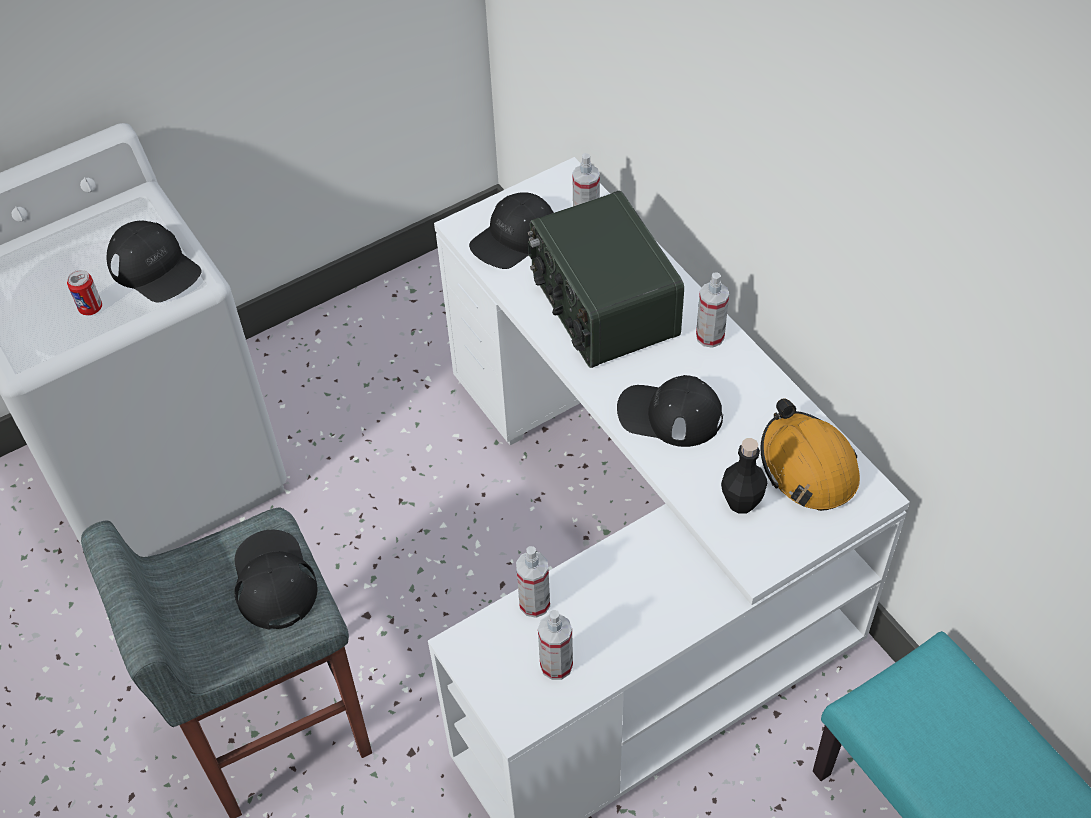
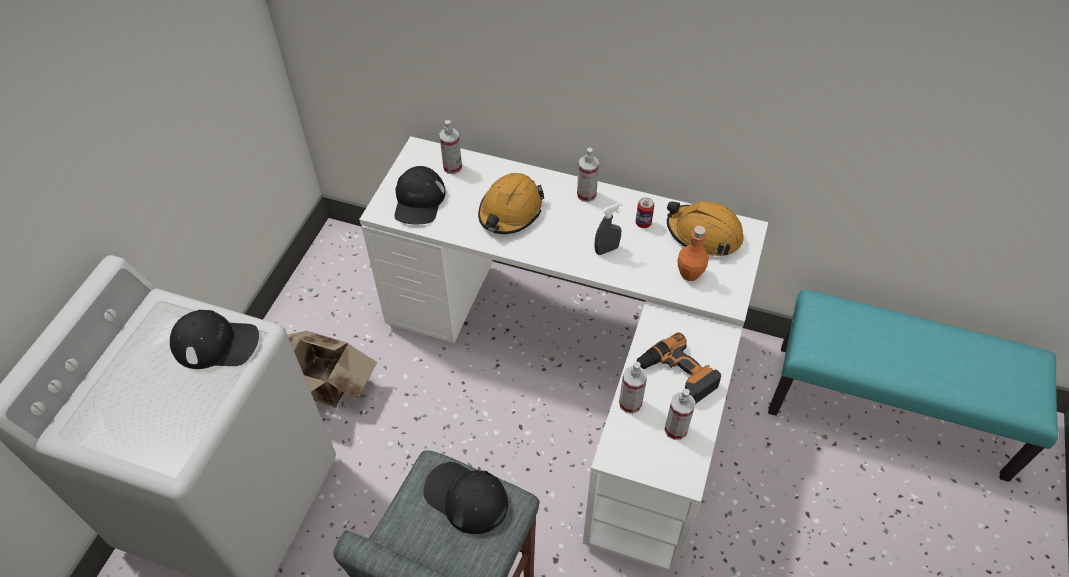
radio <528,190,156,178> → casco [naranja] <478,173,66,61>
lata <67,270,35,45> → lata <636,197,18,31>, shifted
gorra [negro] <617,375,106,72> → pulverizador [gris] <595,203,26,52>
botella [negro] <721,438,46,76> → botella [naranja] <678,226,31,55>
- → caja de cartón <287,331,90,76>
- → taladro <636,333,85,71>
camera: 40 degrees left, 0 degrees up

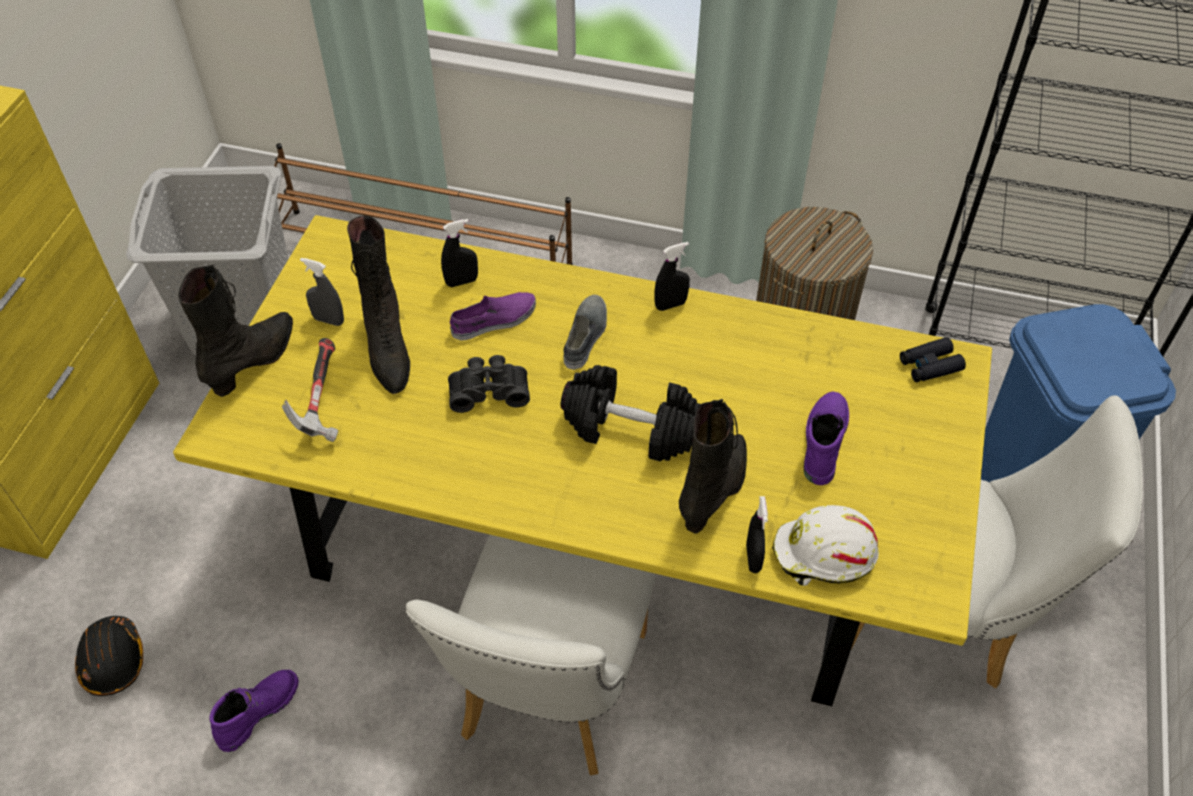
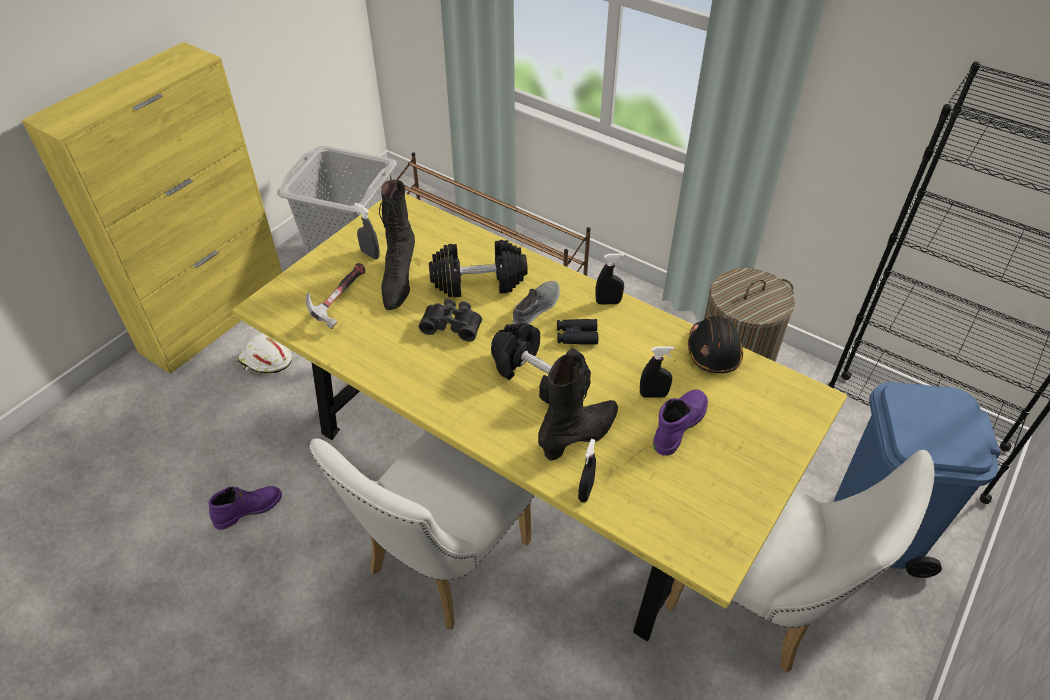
pulverizador [negro] <441,219,37,68> → pulverizador [negro] <640,346,34,52>, shifted
bota [negro] <178,264,115,133> → -
zapato [morado] <450,292,86,49> → mancuerna [negro] <429,240,99,57>
prismáticos [negro] <900,337,66,45> → prismáticos [negro] <557,319,41,26>, shifted
casco [blanco] <772,505,107,81> → casco [blanco] <238,333,54,41>, shifted
casco [negro] <75,616,68,80> → casco [negro] <688,316,55,57>, shifted
camera: 20 degrees right, 5 degrees down

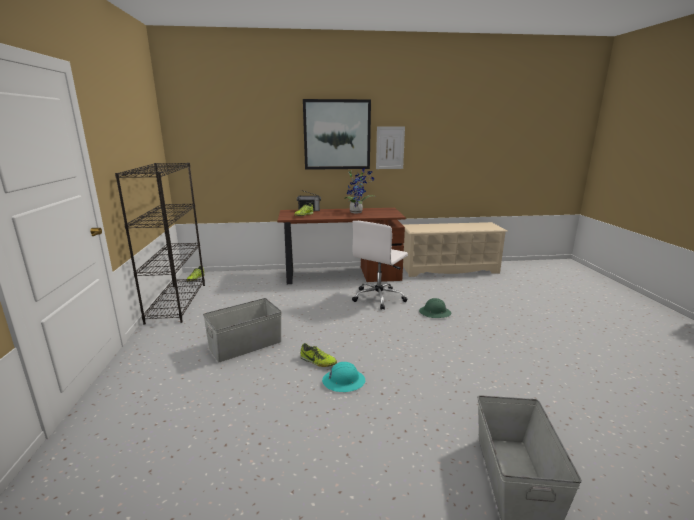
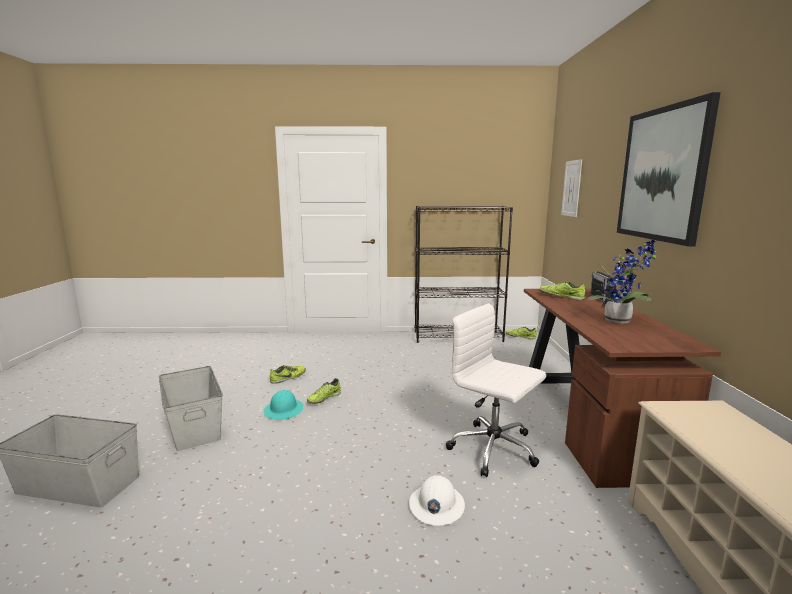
cuadro <376,126,29,43> → cuadro <561,159,21,58>, shifted
caja de almacenaje [gris] <203,298,79,64> → caja de almacenaje [gris] <159,366,64,85>, shifted
casco [verde] <419,298,32,20> → casco [blanco] <409,475,56,51>
- → zapato <270,365,36,19>
camera: 95 degrees right, 5 degrees down

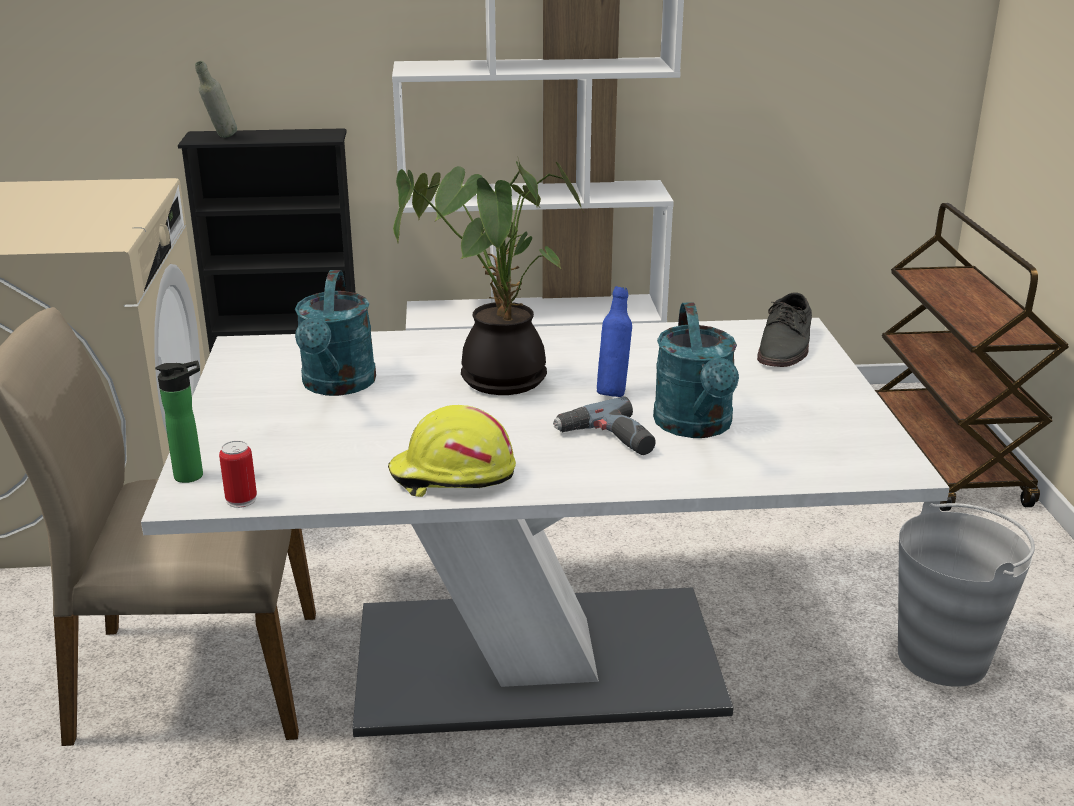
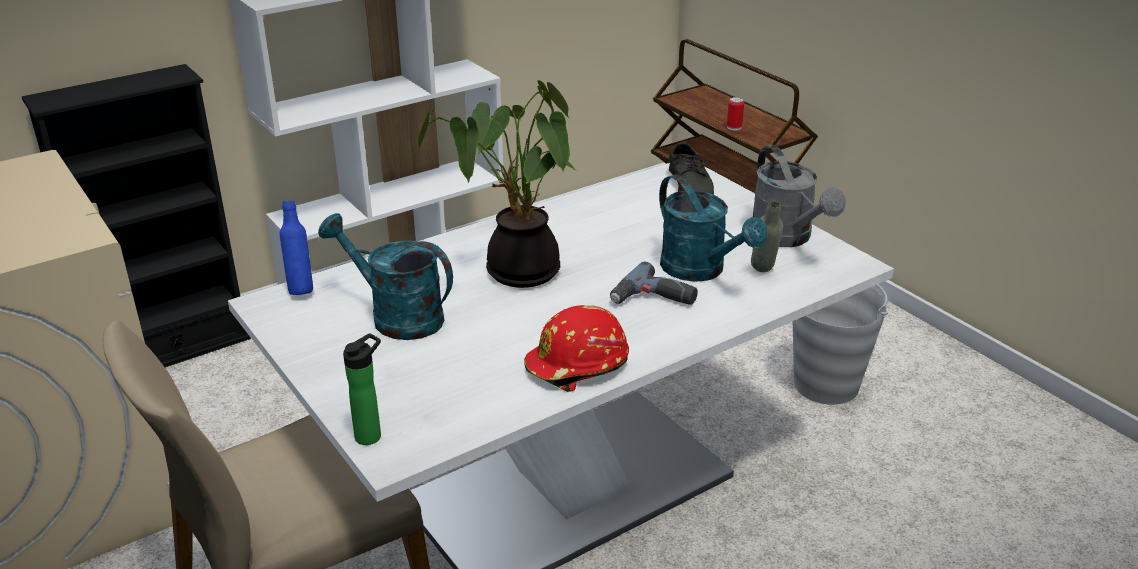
botella [gris] <195,61,42,77> → botella [gris] <751,200,32,72>, shifted
regadera [turquesa] <295,270,81,126> → regadera [turquesa] <318,213,135,127>, 150 degrees clockwise
botella [azul] <597,286,35,111> → botella [azul] <280,200,33,95>, shifted
casco [amarillo] <388,405,128,92> → casco [rojo] <524,305,105,87>
lata <219,441,38,67> → lata <727,97,17,33>, shifted
- → regadera [gris] <753,145,93,102>
camera: 30 degrees left, 5 degrees up

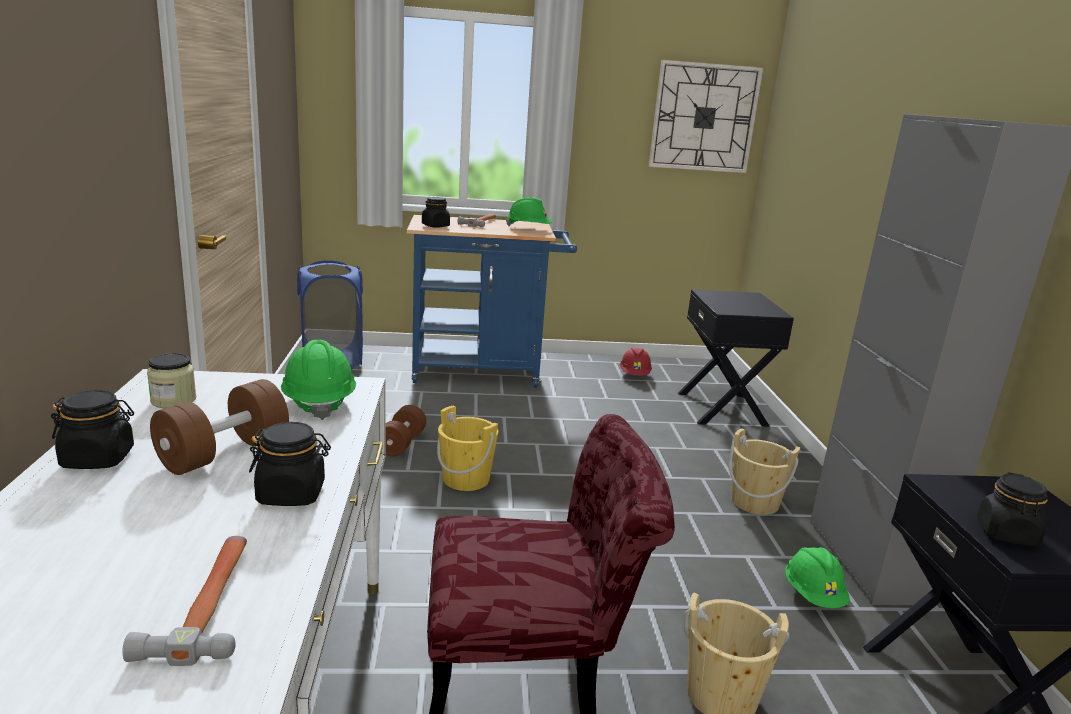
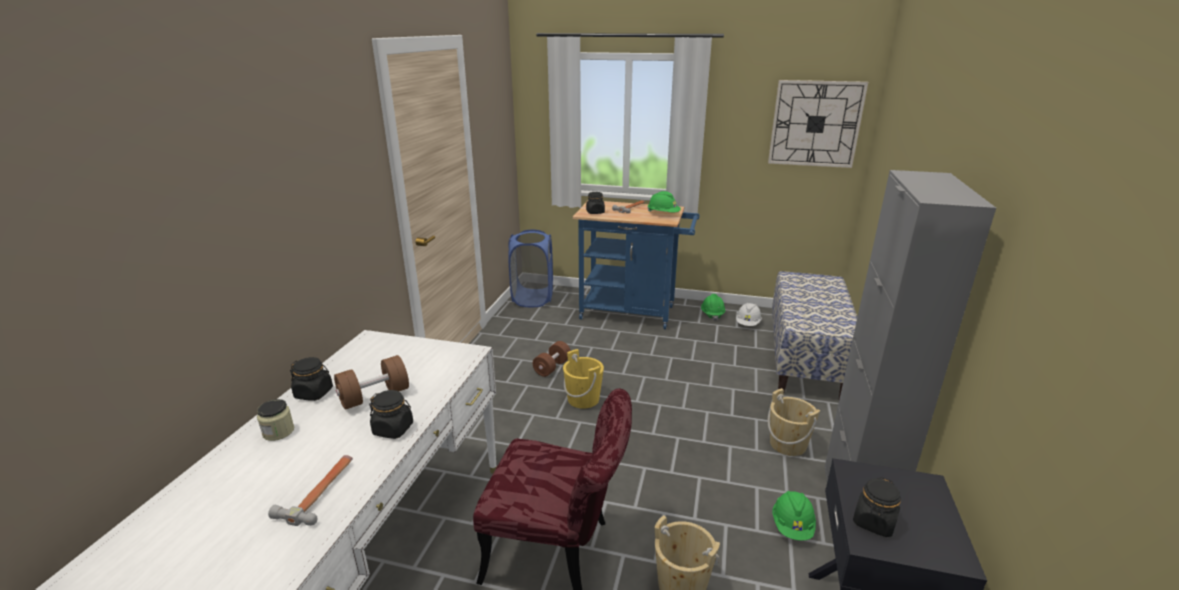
mesita de noche [negro] <678,289,116,138> → banco <772,271,85,128>
casco [verde] <281,340,75,80> → casco [verde] <701,294,25,27>, shifted
casco [rojo] <620,347,32,29> → casco [blanco] <736,303,26,23>
tarro <147,353,49,55> → tarro <257,399,37,42>, shifted
camera: 20 degrees right, 5 degrees up

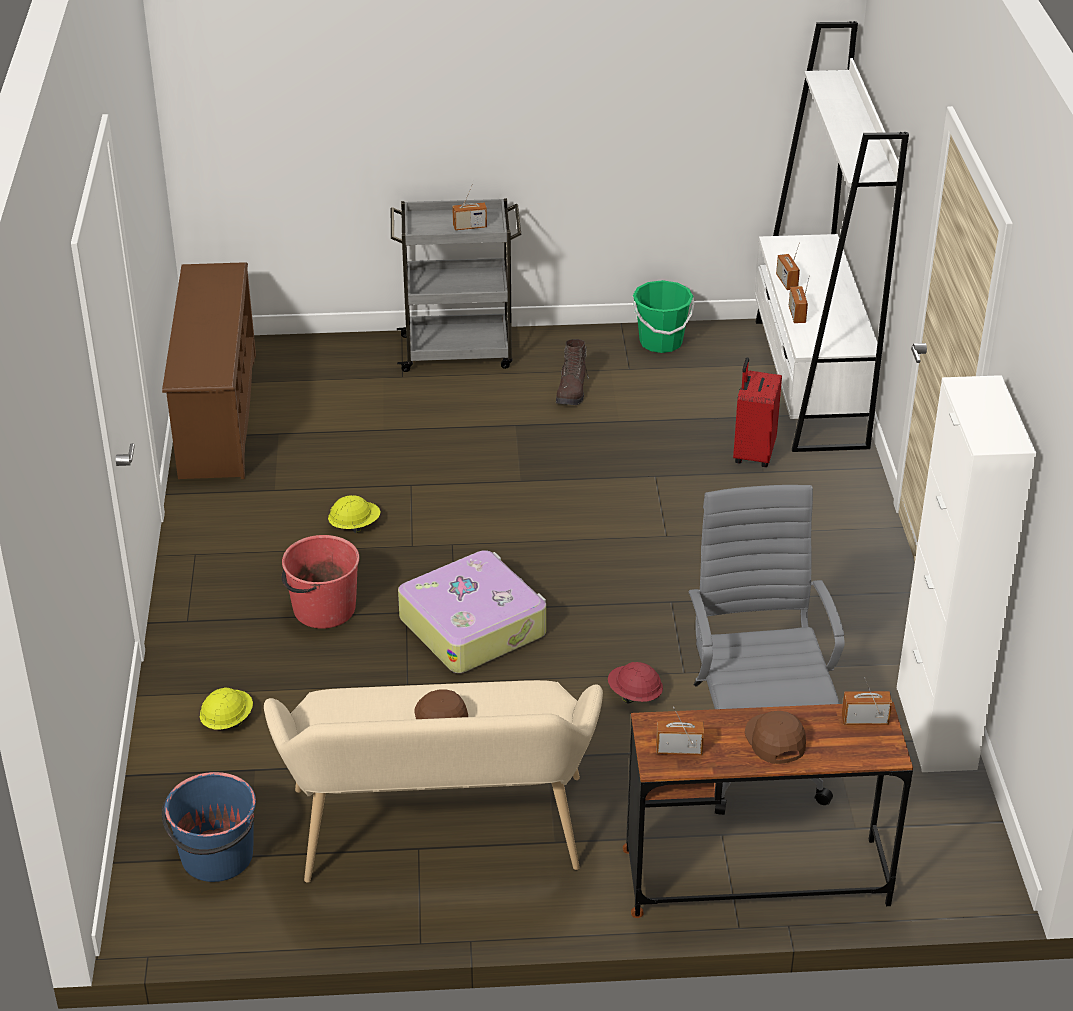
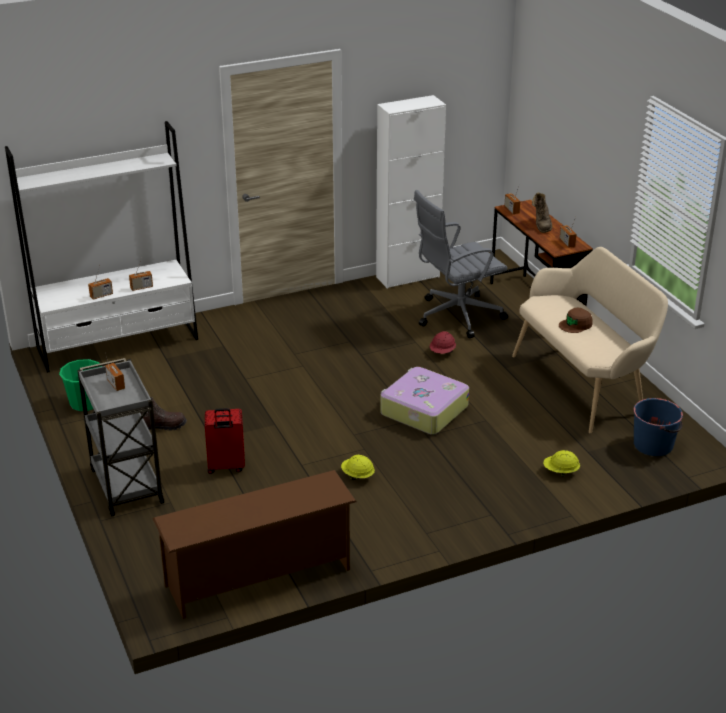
maleta [rojo] <733,358,49,109> → maleta [rojo] <205,408,40,66>, shifted
cubo [rojo] <282,535,77,94> → -
gorra [marrón] <745,711,61,53> → bota [marrón] <532,192,20,41>
camera: 110 degrees left, 5 degrees down

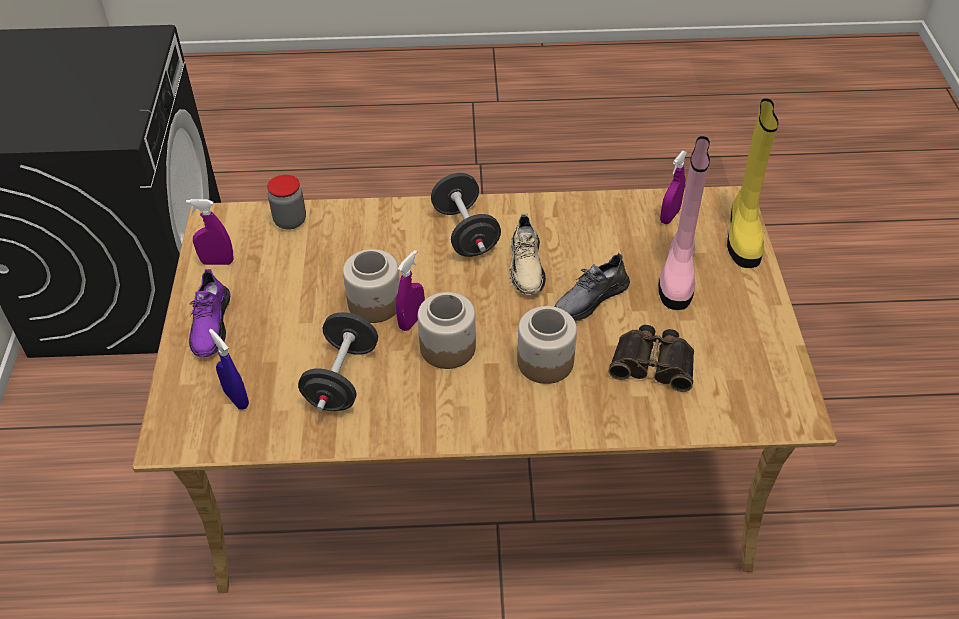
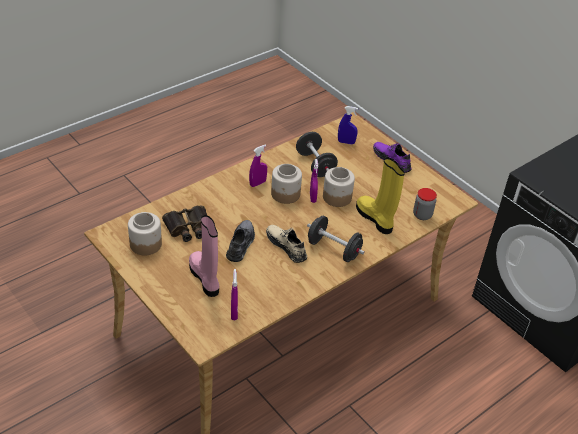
bota [amarillo] <727,98,52,170> → bota [amarillo] <356,158,49,76>, shifted
pulverizador [morado] <186,199,48,66> → pulverizador [morado] <249,144,18,43>, shifted
tarro <517,306,60,78> → tarro <128,212,34,43>, shifted
camera: 140 degrees right, 5 degrees down

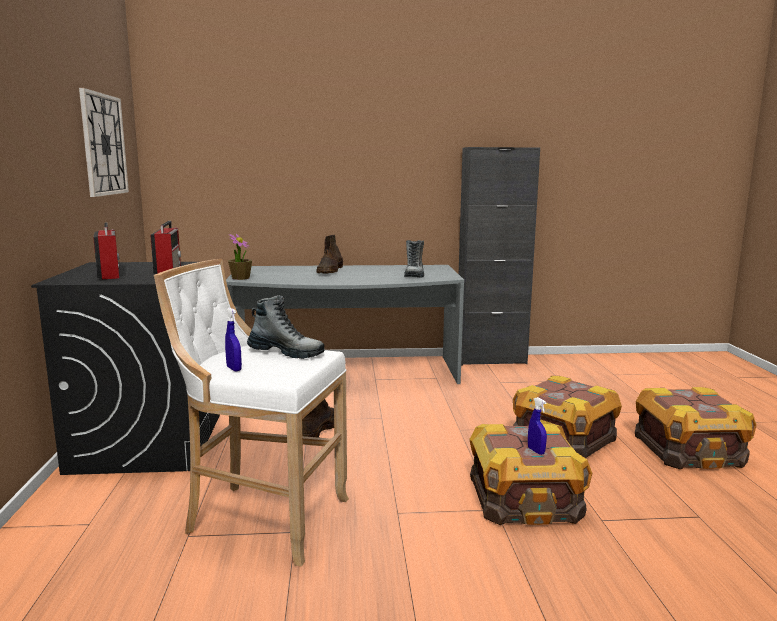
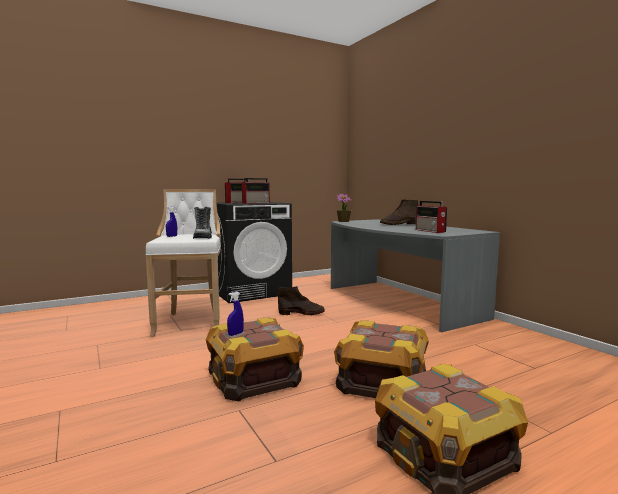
reloj de pared <79,88,50,109> → -
armario [negro] <459,147,81,218> → -
bota <404,240,20,38> → radio <416,201,31,32>
camera: 65 degrees right, 5 degrees down

